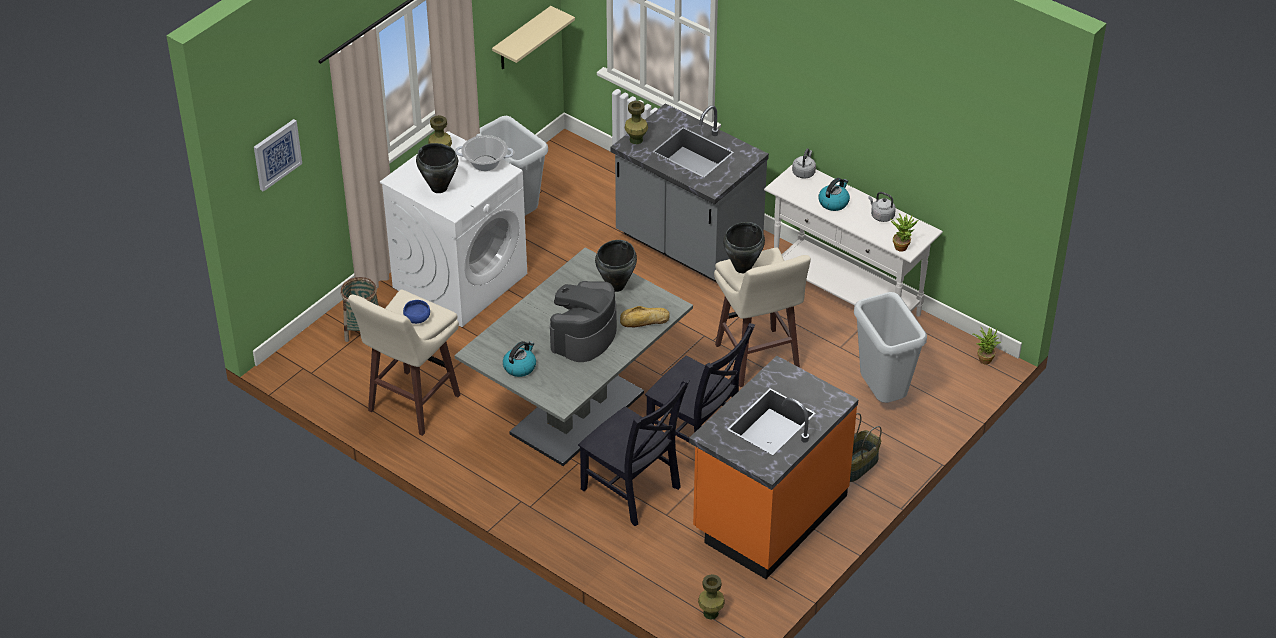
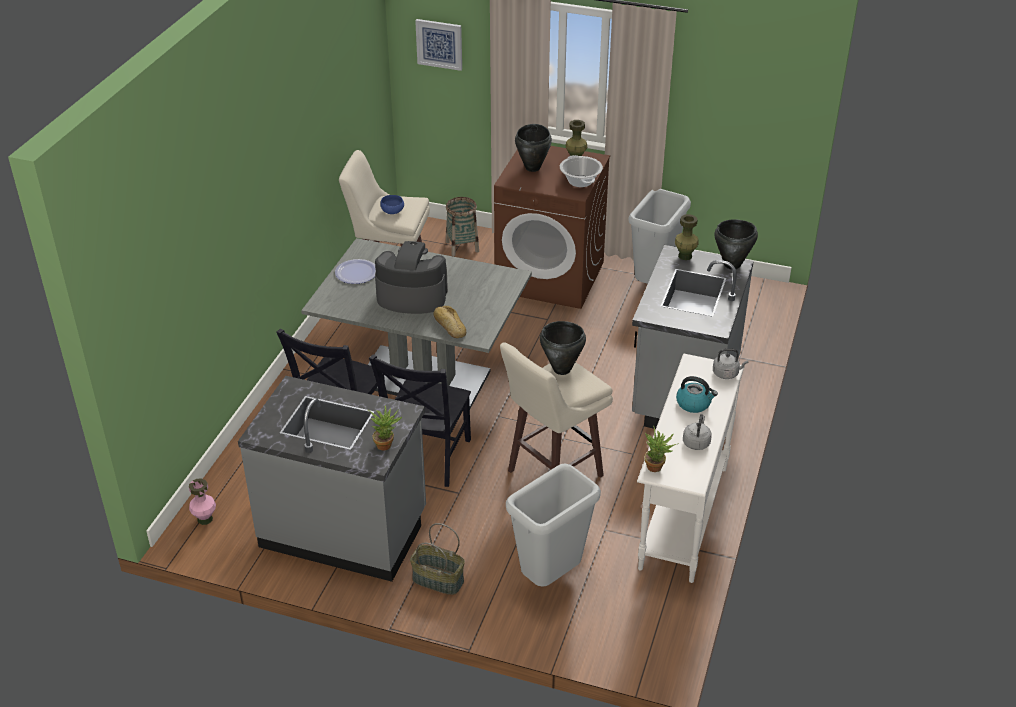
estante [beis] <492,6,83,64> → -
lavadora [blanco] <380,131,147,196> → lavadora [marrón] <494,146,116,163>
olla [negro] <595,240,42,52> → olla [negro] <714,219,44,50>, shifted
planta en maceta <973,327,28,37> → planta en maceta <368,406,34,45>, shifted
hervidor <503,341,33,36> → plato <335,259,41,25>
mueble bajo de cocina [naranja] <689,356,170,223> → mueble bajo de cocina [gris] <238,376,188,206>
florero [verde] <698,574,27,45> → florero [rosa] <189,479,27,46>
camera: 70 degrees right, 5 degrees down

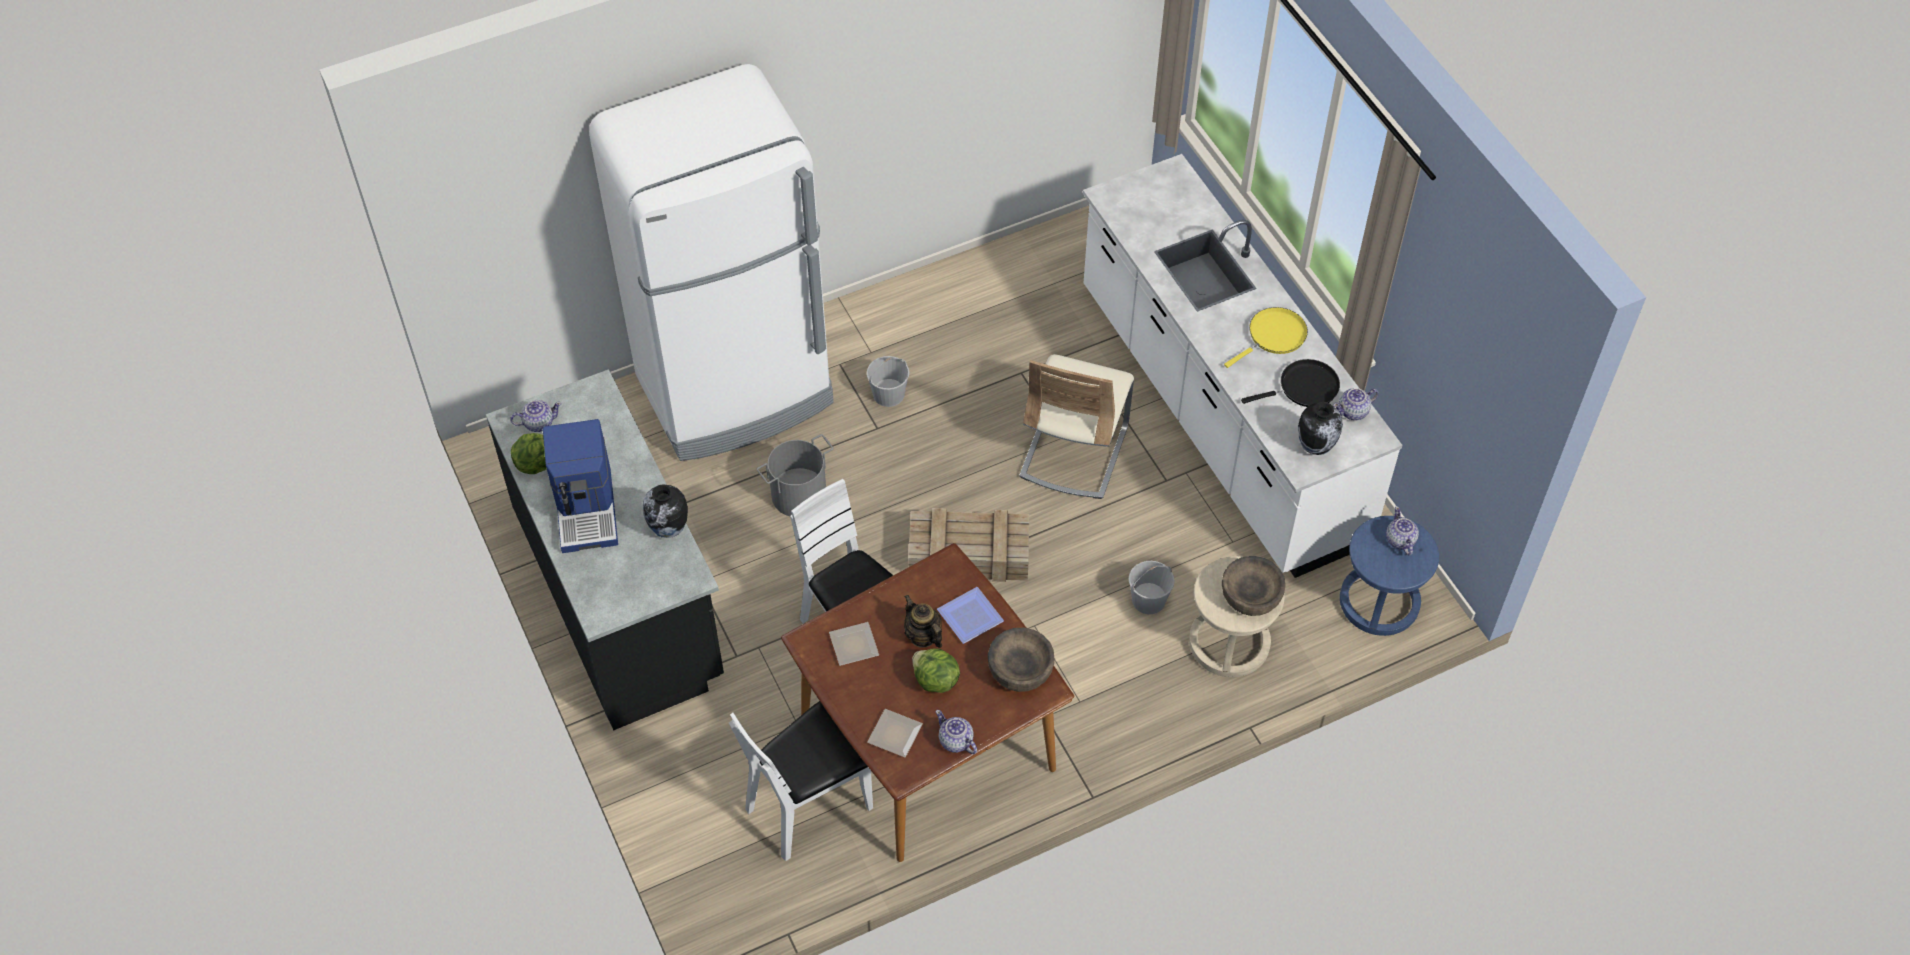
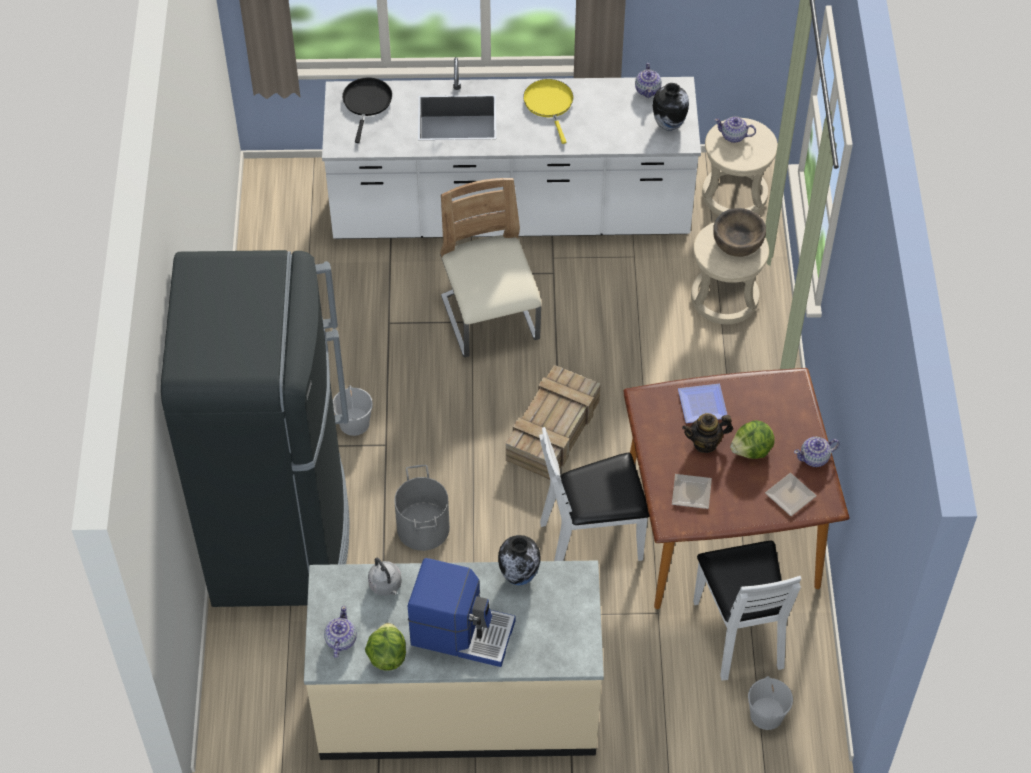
nevera [blanco] <589,64,245,397> → nevera [negro] <161,250,189,357>
silla [beis] <1019,354,115,145> → silla [beis] <440,178,101,180>, 150 degrees counterclockwise
sartén [negro] <1241,359,99,48> → sartén [negro] <342,77,50,66>, shifted
mueble bajo de cocina [negro] <486,369,238,361> → mueble bajo de cocina [beis] <304,560,300,200>
taburete [azul] <1340,516,99,120> → taburete [beis] <702,118,76,97>
cubo [blanco] <1129,561,46,53> → cubo [blanco] <748,676,45,54>, shifted
cuenco [marrón] <988,628,67,64> → -
- → hervidor [gris] <368,558,34,38>
camera: 65 degrees left, 0 degrees up

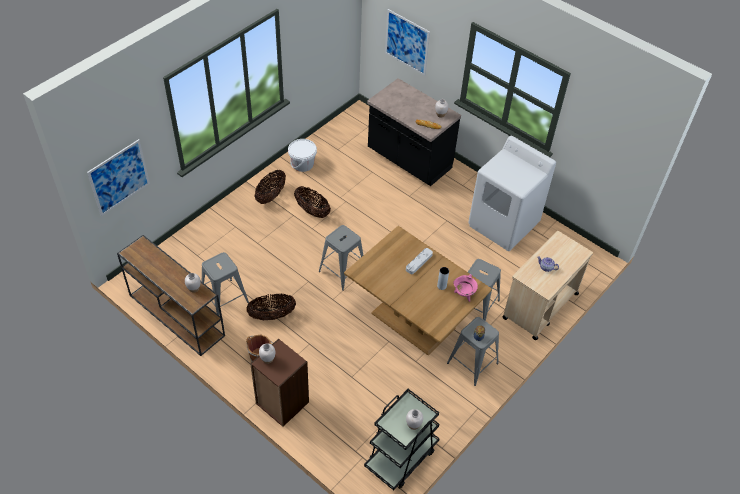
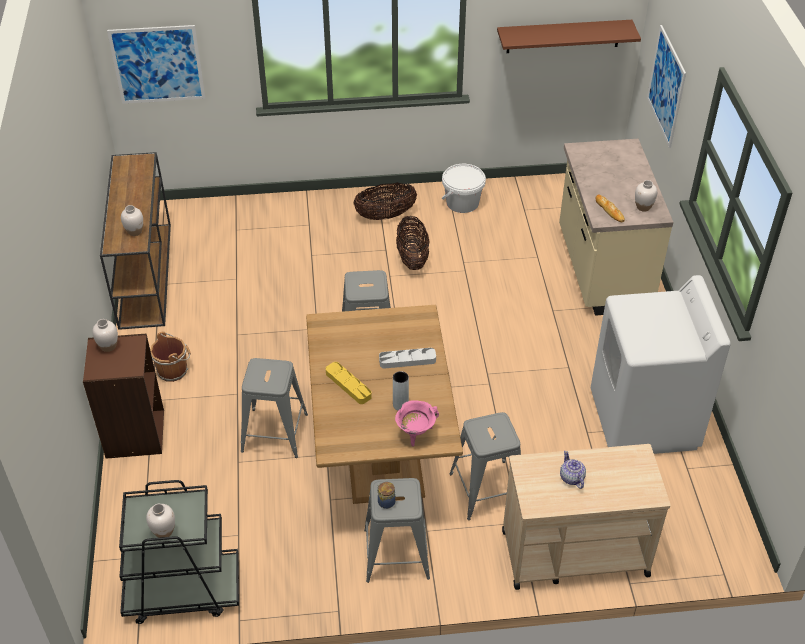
mueble bajo de cocina [negro] <367,78,94,108> → mueble bajo de cocina [beis] <559,139,115,177>
taburete [gris] <202,252,47,64> → taburete [gris] <241,358,67,100>, shifted
cesta <246,293,50,27> → -
- → estante [marrón] <497,20,144,33>
- → bandeja [amarillo] <326,362,46,42>
camera: 45 degrees right, 5 degrees down

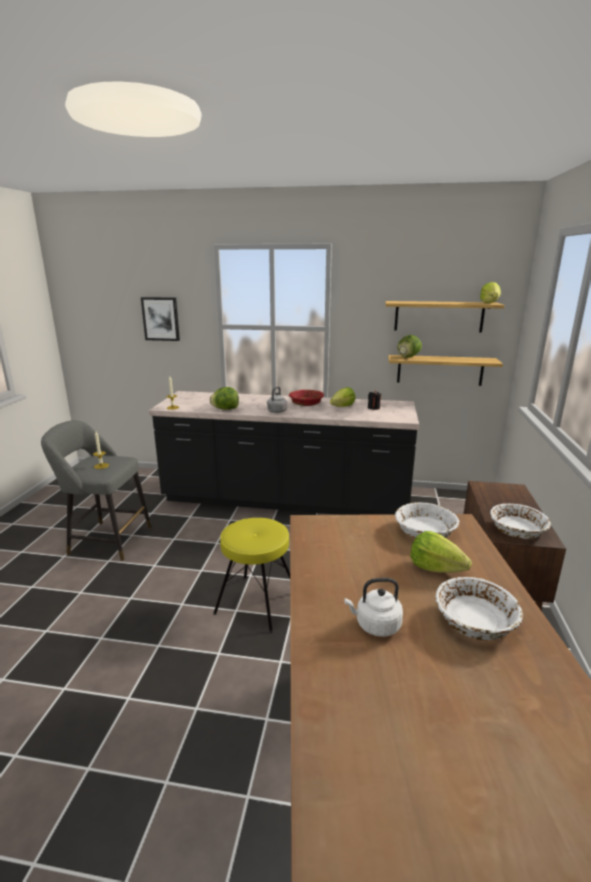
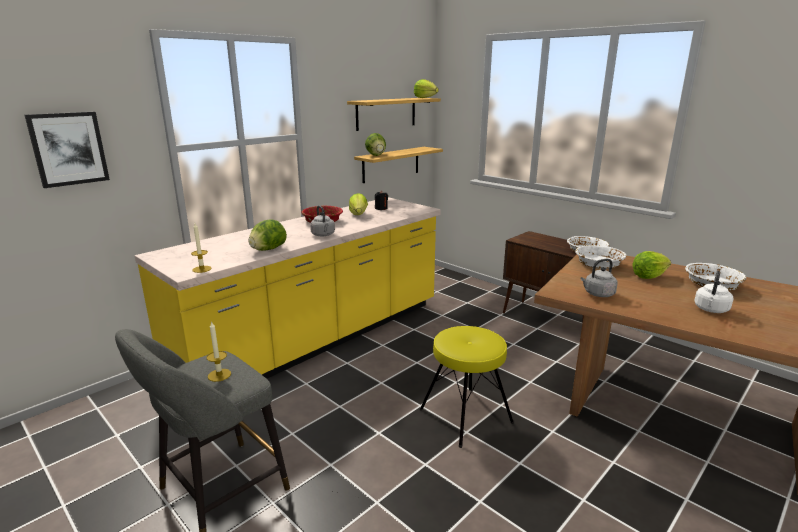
mueble bajo de cocina [negro] <149,391,270,124> → mueble bajo de cocina [amarillo] <135,197,306,182>
- → hervidor [gris] <580,259,38,38>
camera: 55 degrees left, 0 degrees up

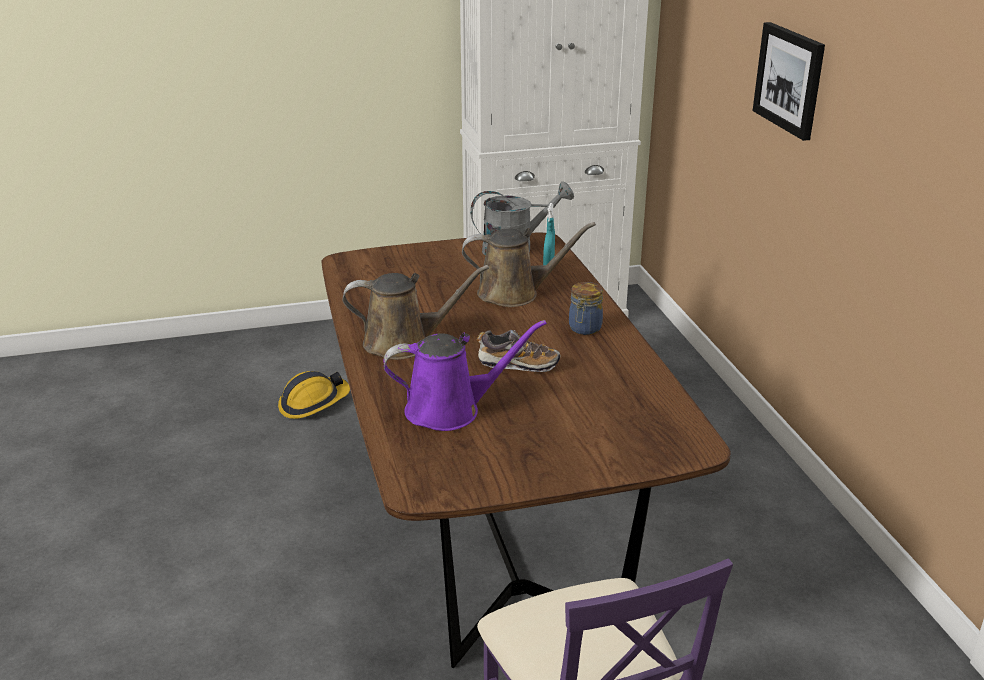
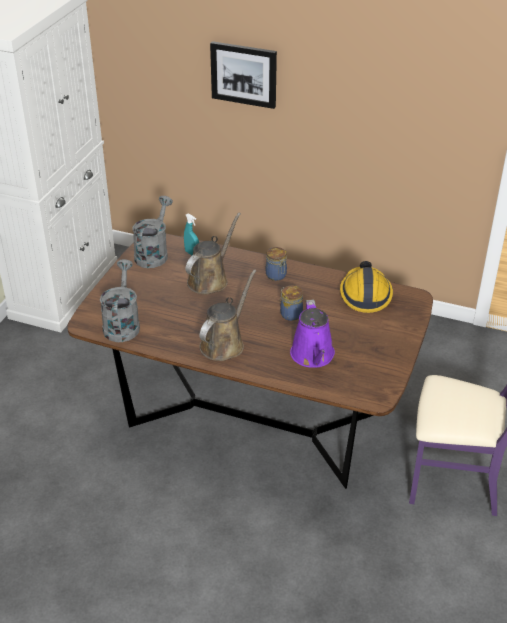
regadera [morado] <384,320,163,111> → regadera [morado] <290,299,45,69>, 150 degrees clockwise
zapato <477,330,83,42> → tarro <280,285,23,36>
casco <278,371,72,48> → casco <340,261,53,52>, shifted
- → regadera [gris] <100,259,40,83>
camera: 55 degrees left, 10 degrees up

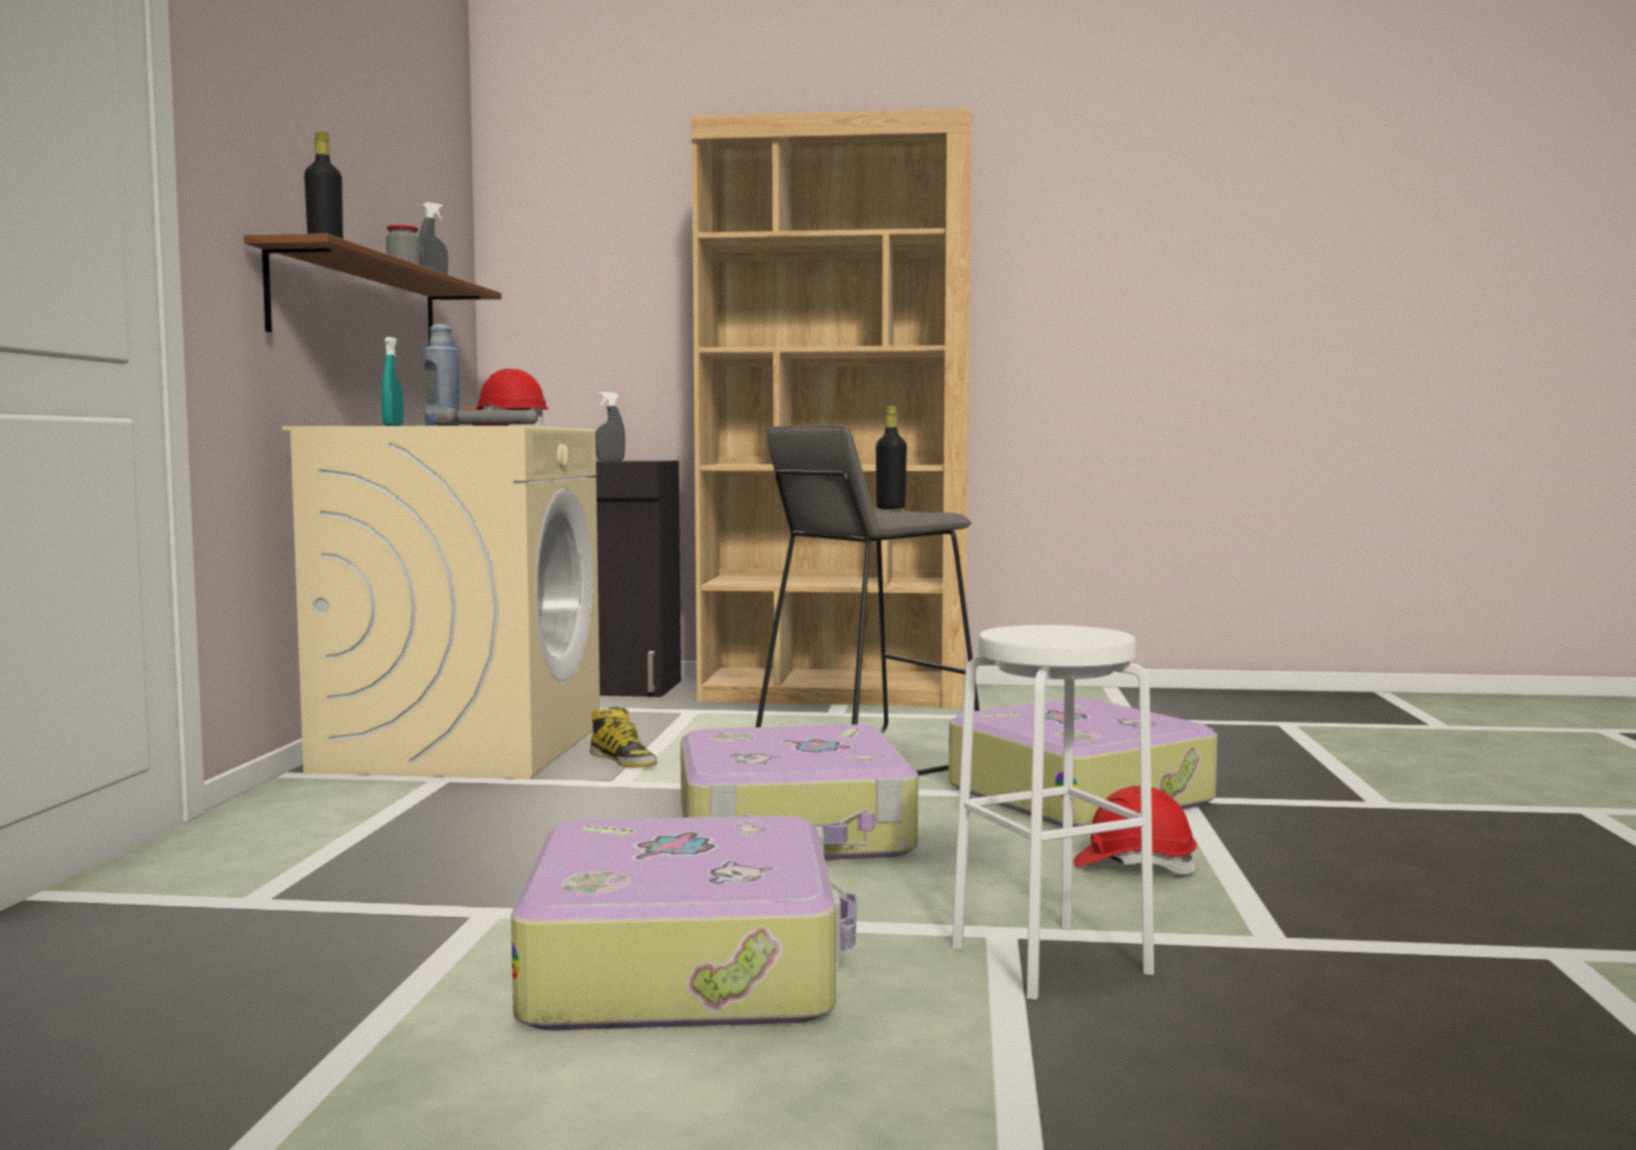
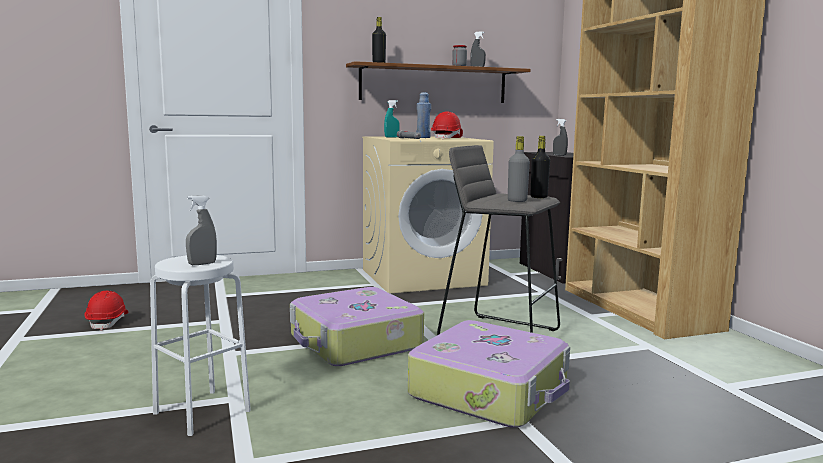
bota <590,706,67,62> → -
casco [rojo] <1074,786,124,88> → casco [rojo] <84,291,44,40>, shifted
maleta <511,816,345,214> → -
- → botella [gris] <508,136,22,66>
- → pulverizador [gris] <186,195,31,70>
camera: 65 degrees right, 5 degrees up

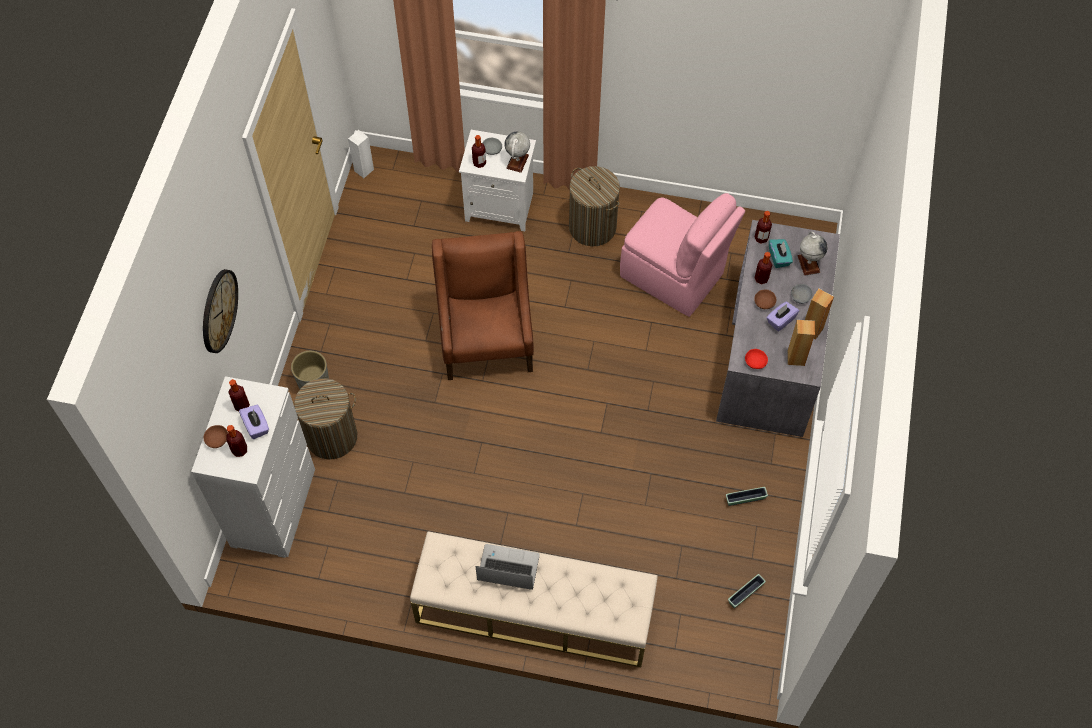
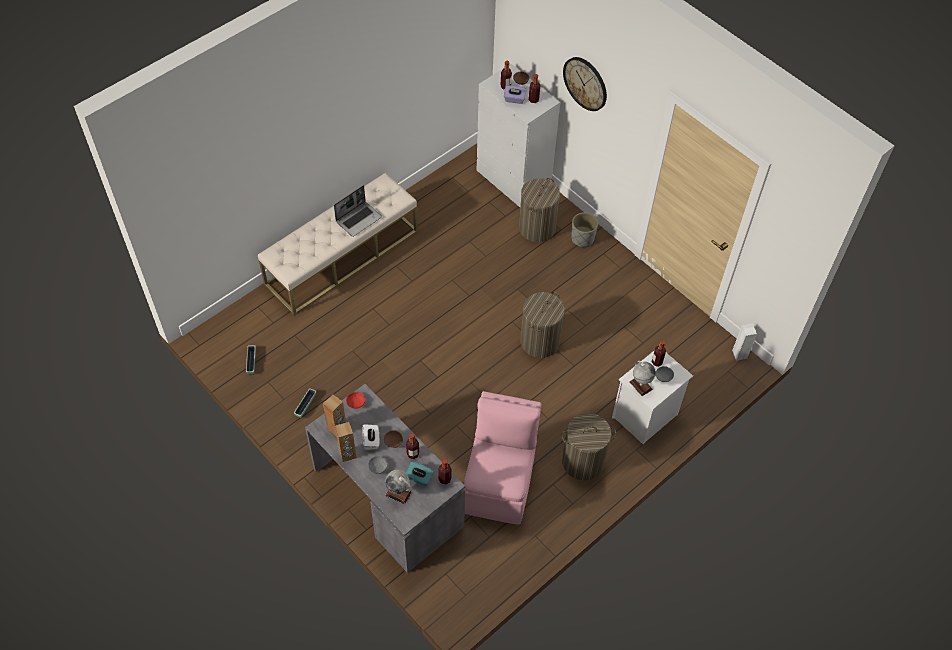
silla [rosa] <620,193,125,124> → silla [rosa] <464,391,77,134>, 120 degrees clockwise
sillón [marrón] <432,231,102,149> → cesto de la ropa <520,292,45,66>
caja de pañuelos [morado] <766,301,33,30> → caja de pañuelos [blanco] <363,424,16,26>
camera: 125 degrees right, 5 degrees down

